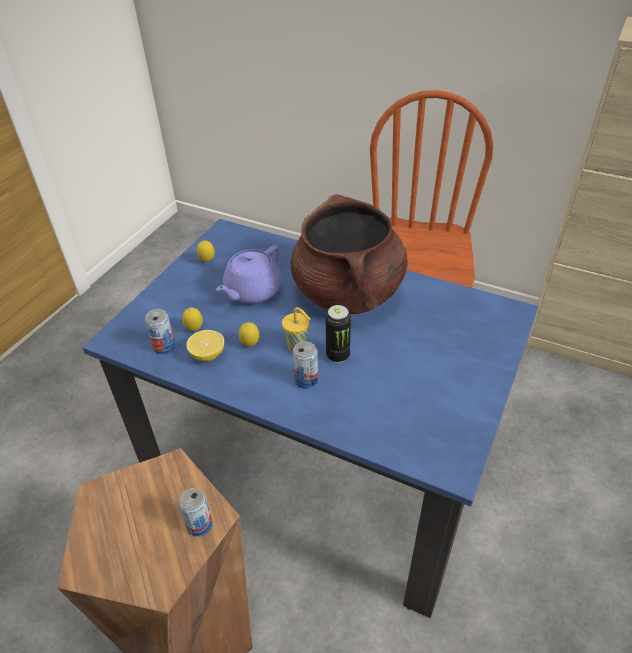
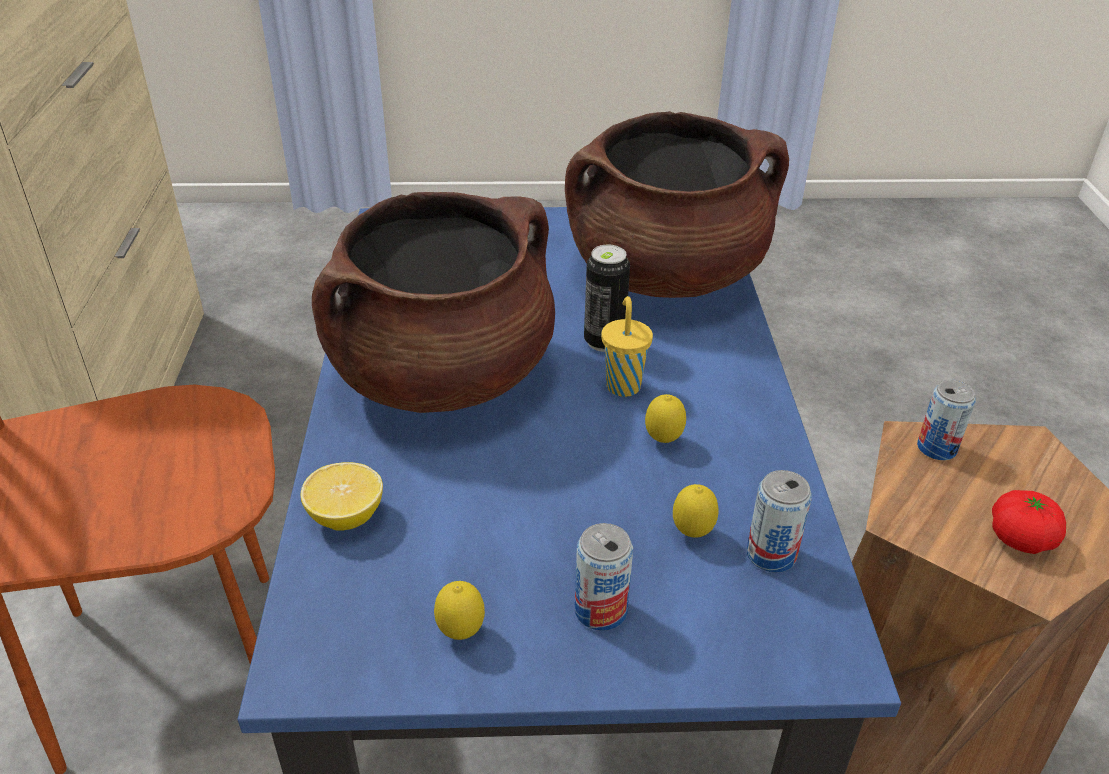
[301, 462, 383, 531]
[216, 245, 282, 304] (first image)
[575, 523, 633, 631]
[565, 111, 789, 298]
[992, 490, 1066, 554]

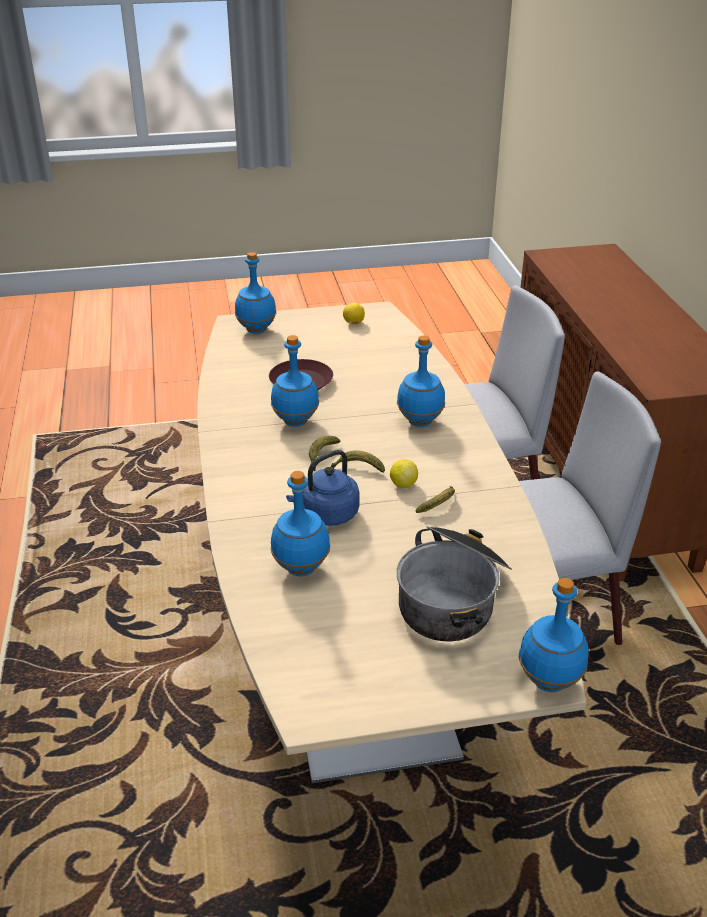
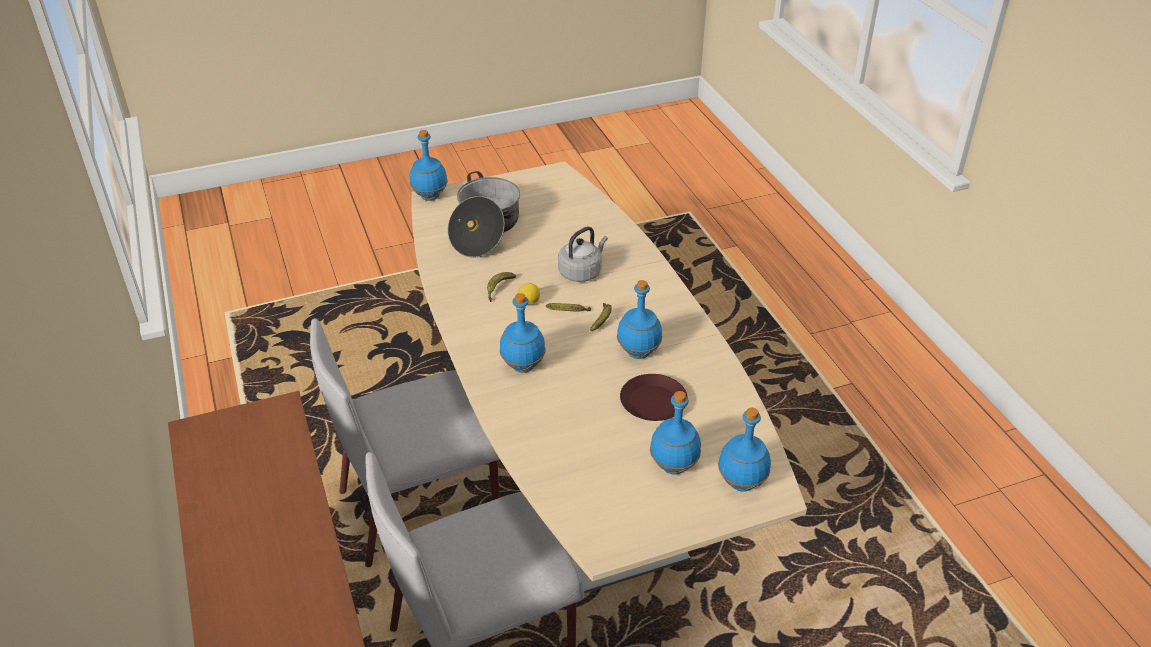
[650, 391, 701, 475]
[558, 226, 608, 282]
[343, 303, 365, 324] (first image)

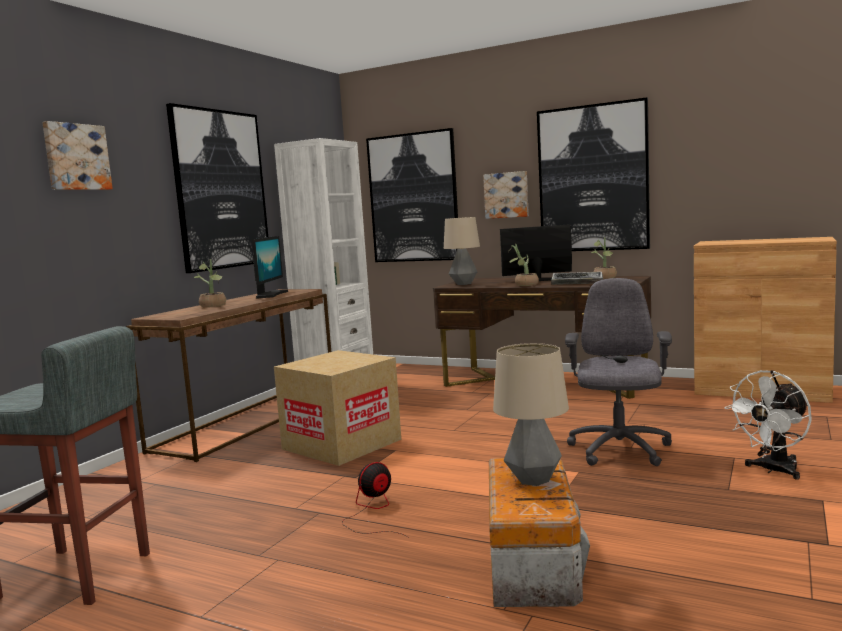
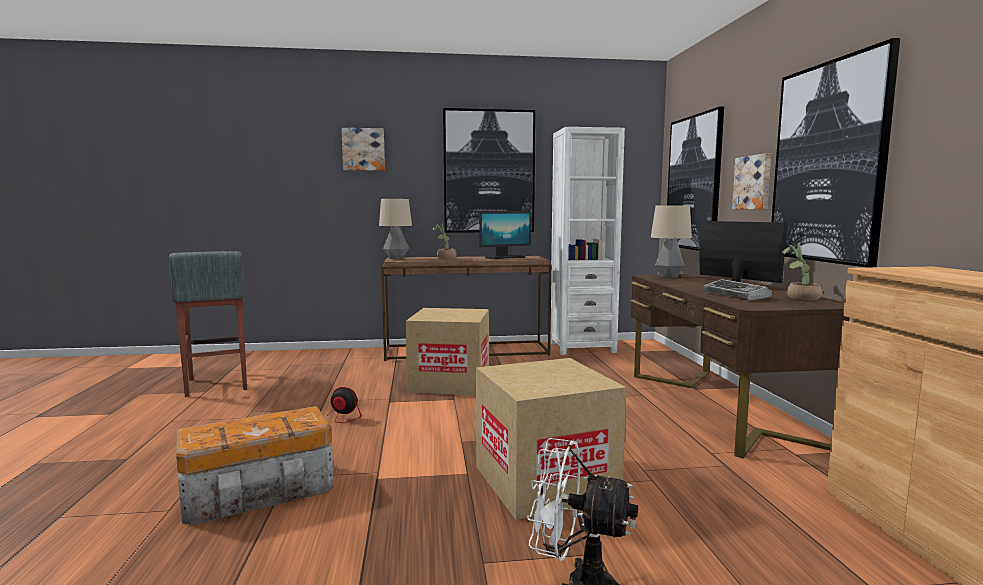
[379, 199, 412, 259]
[508, 244, 539, 286] (first image)
[476, 358, 626, 520]

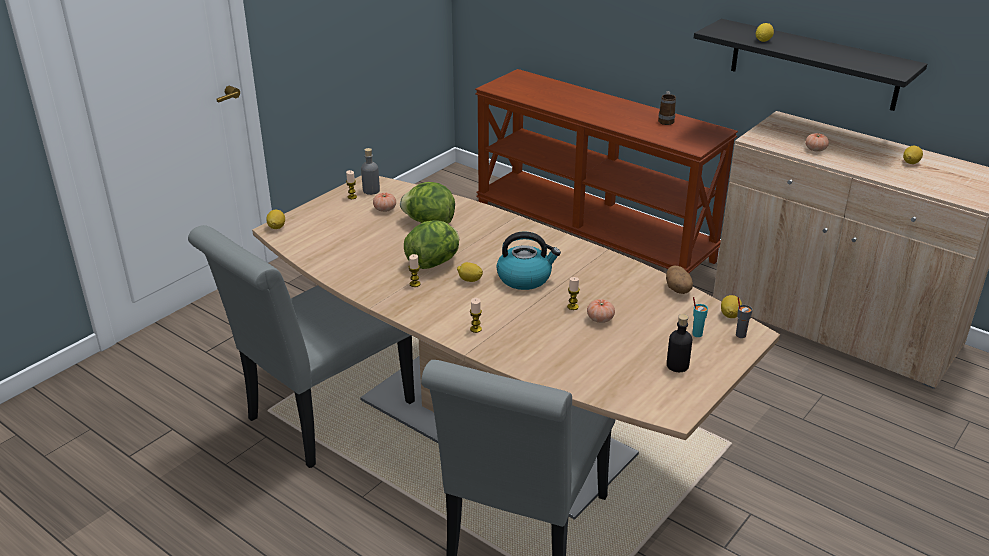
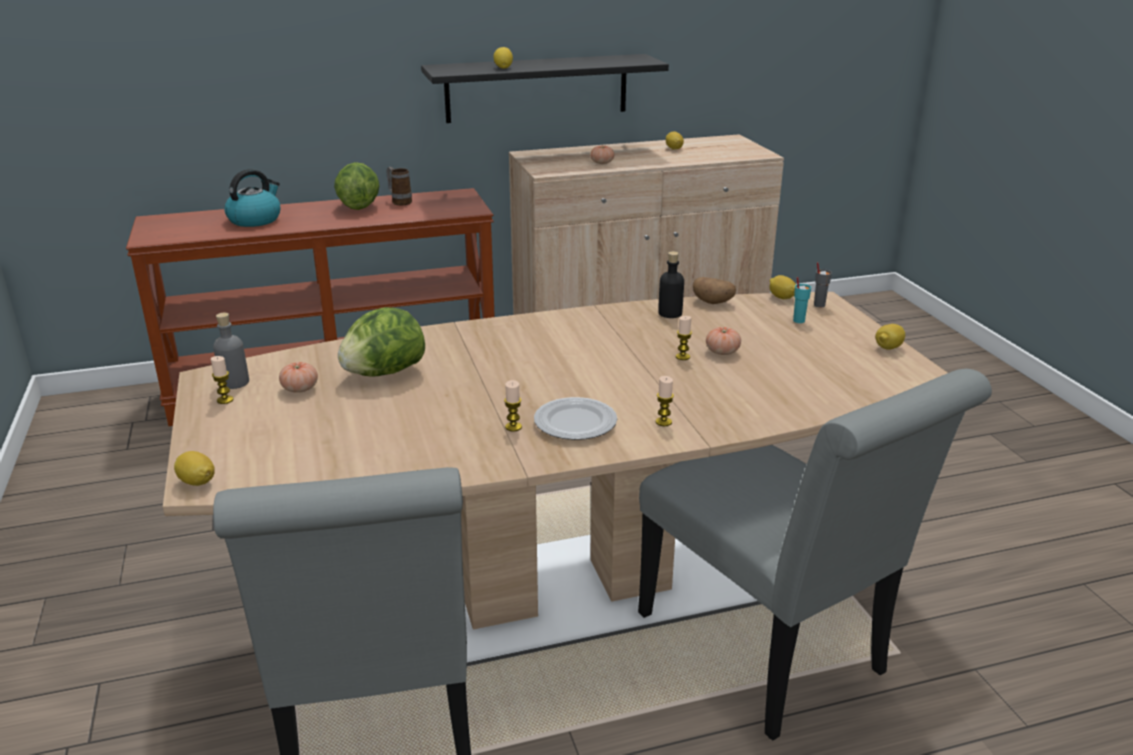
[334, 162, 380, 210]
[875, 324, 905, 350]
[225, 169, 280, 227]
[658, 251, 684, 318]
[534, 397, 617, 440]

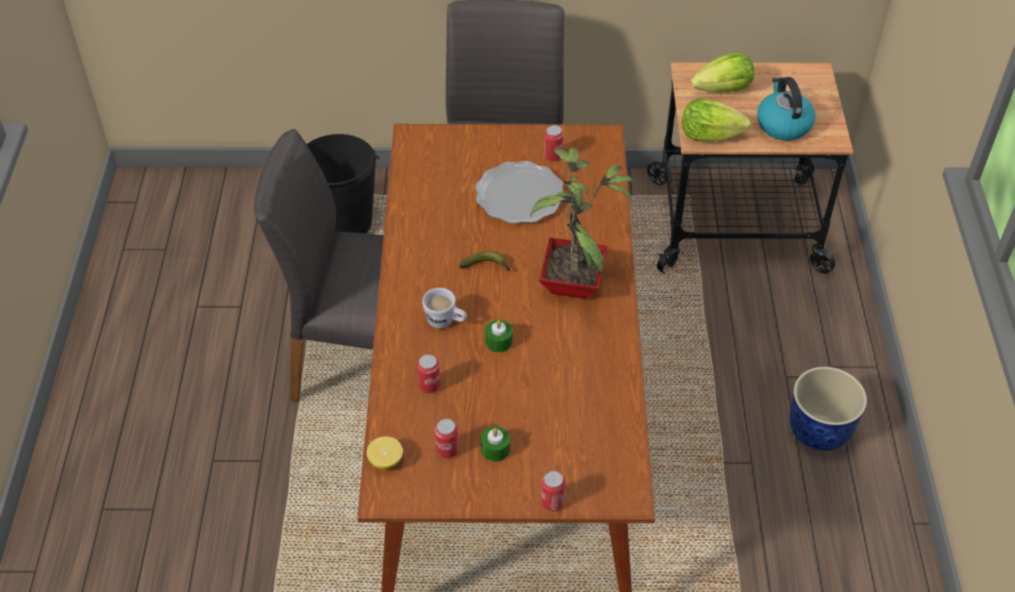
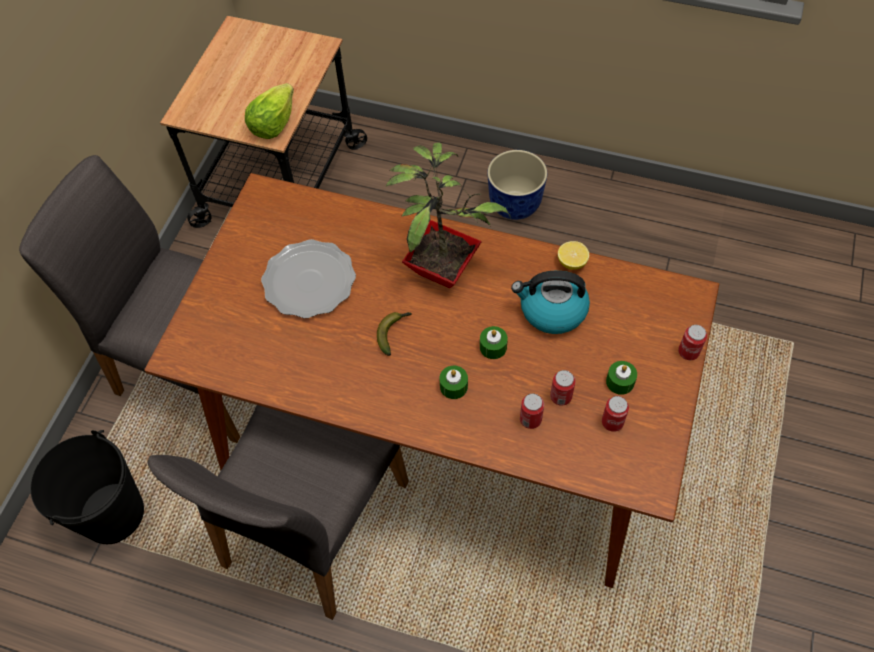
[558, 241, 589, 270]
[440, 366, 468, 399]
[550, 370, 576, 406]
[691, 53, 754, 92] (first image)
[511, 271, 590, 334]

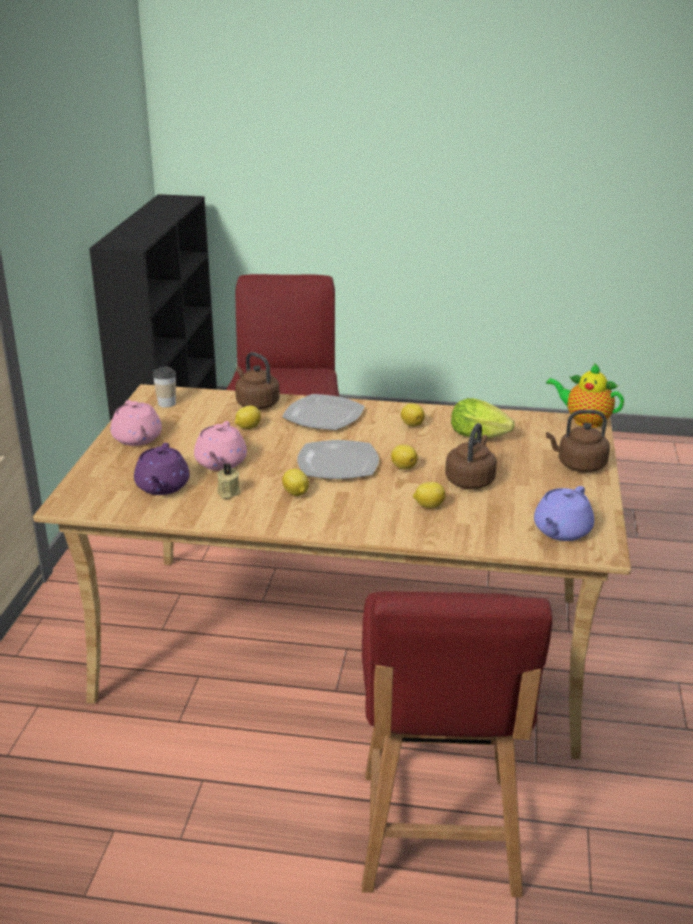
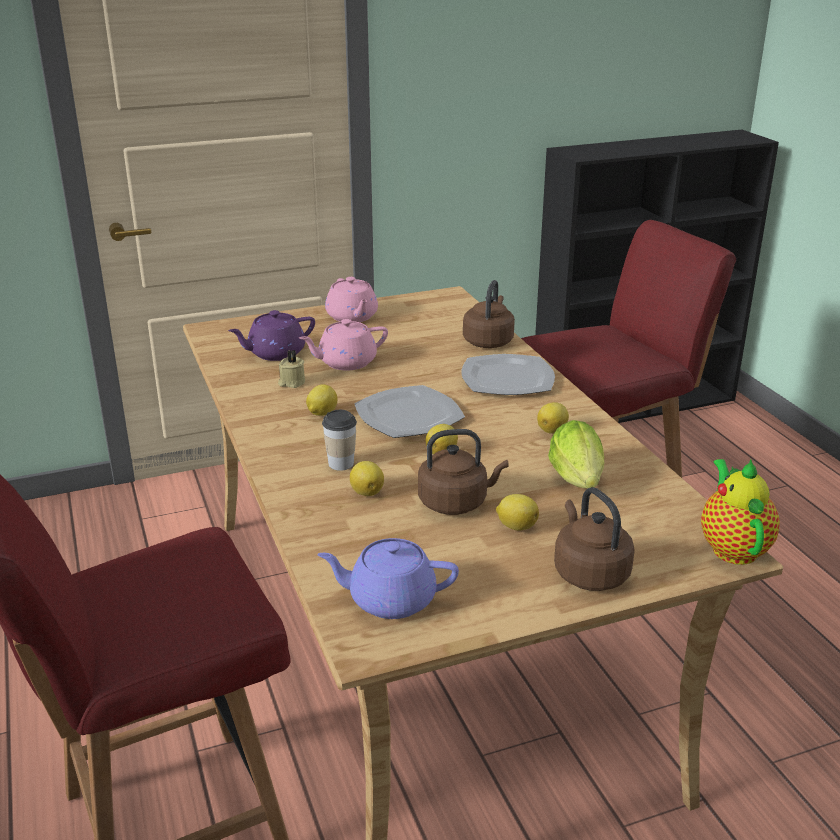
[325, 277, 378, 322]
[322, 410, 357, 471]
[496, 494, 539, 531]

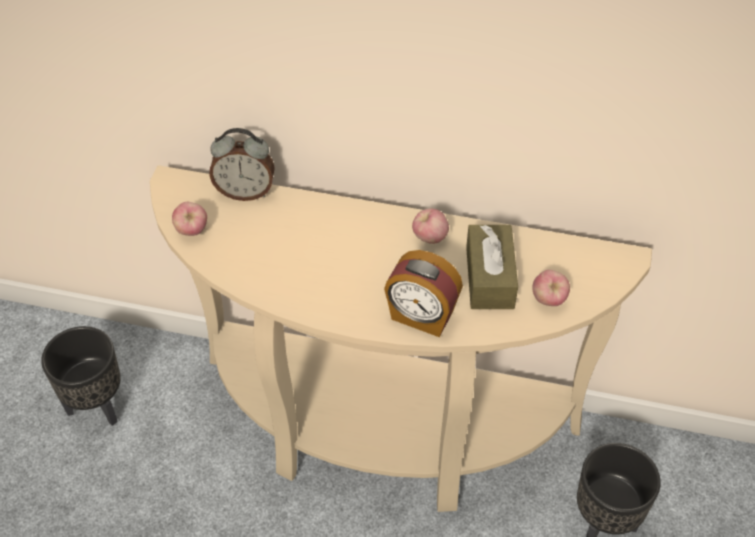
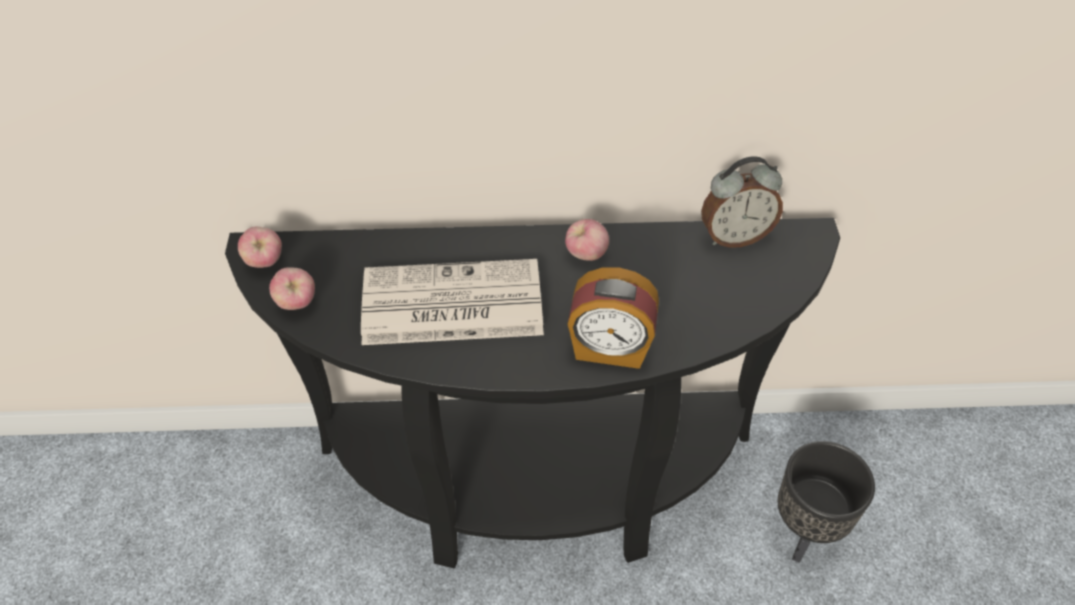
[41, 326, 121, 426] (first image)
[225, 218, 840, 569]
[701, 156, 783, 248]
[466, 225, 518, 309] (first image)
[238, 226, 282, 268]
[361, 259, 544, 345]

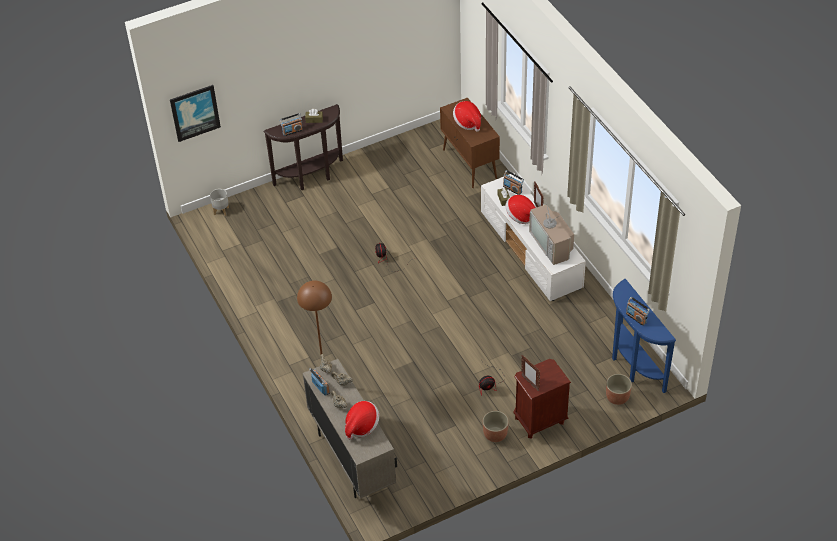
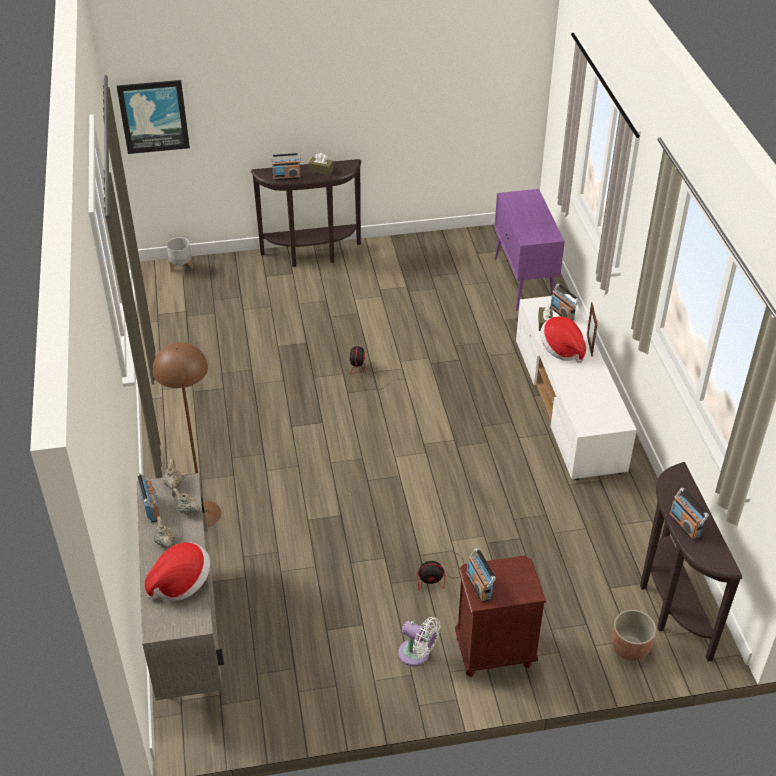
[495, 189, 565, 311]
[453, 101, 481, 132] (first image)
[398, 617, 440, 667]
[466, 548, 496, 603]
[529, 196, 574, 265] (first image)
[640, 462, 742, 661]

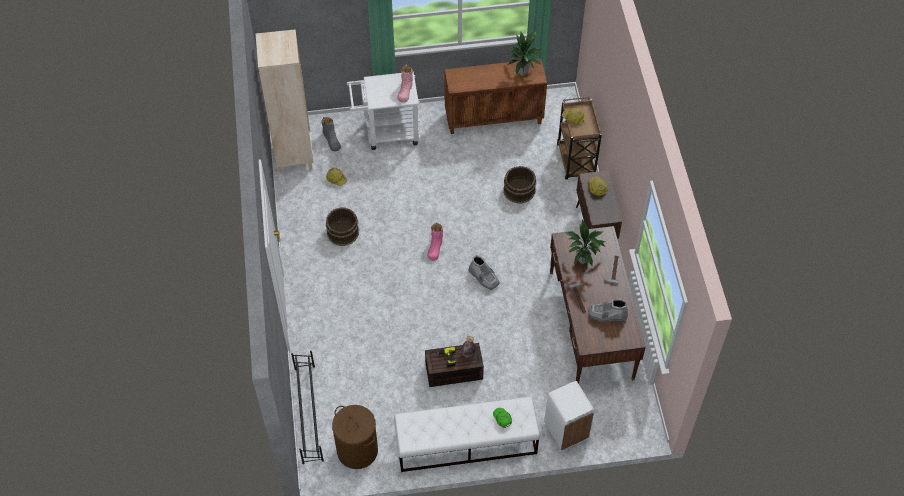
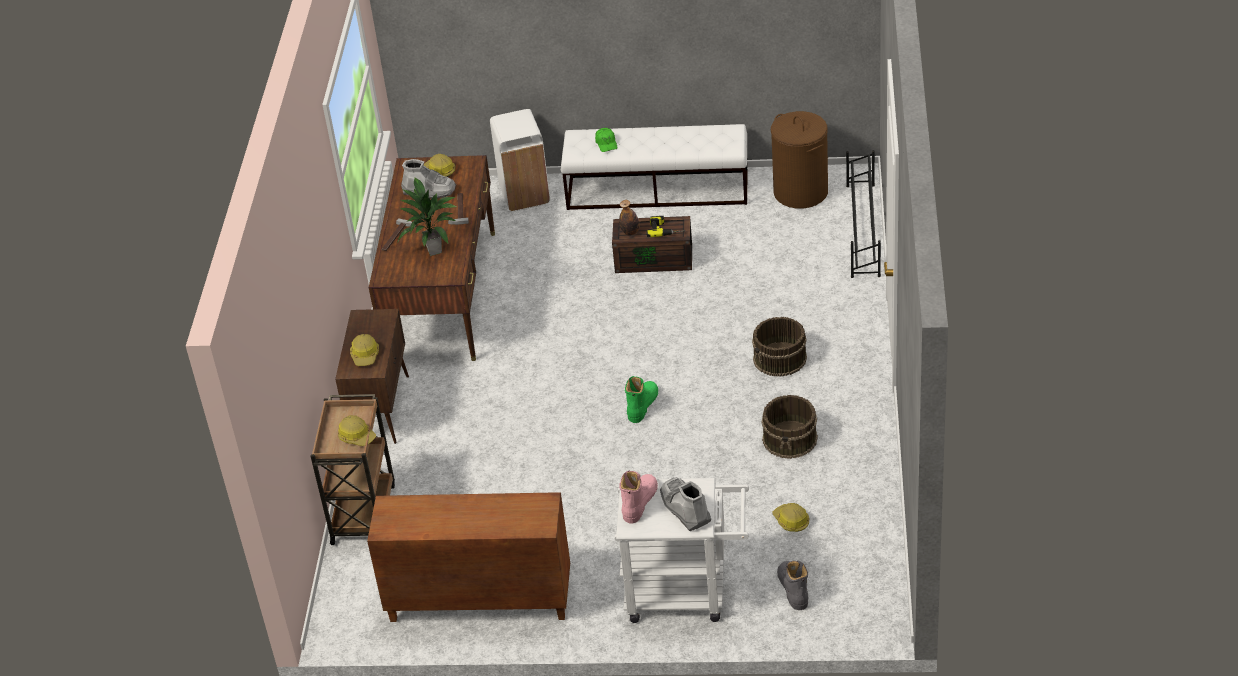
[256, 30, 314, 174] (first image)
[625, 376, 658, 423]
[660, 477, 711, 531]
[752, 317, 807, 377]
[506, 32, 544, 76] (first image)
[424, 154, 455, 177]

